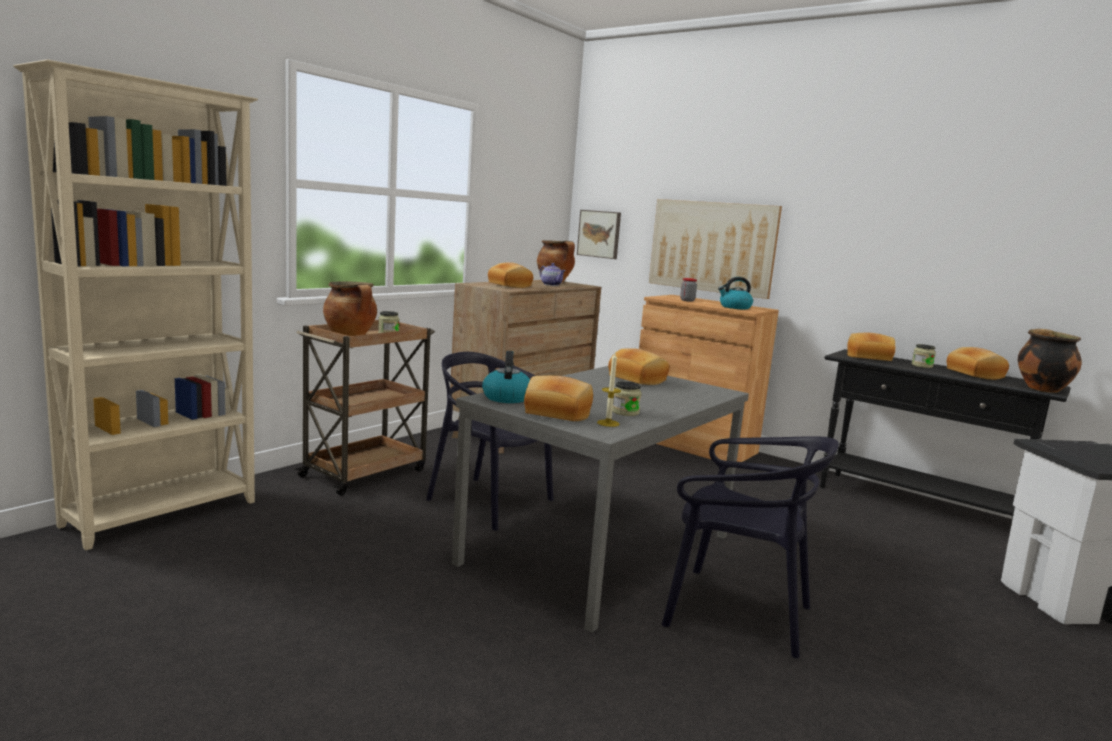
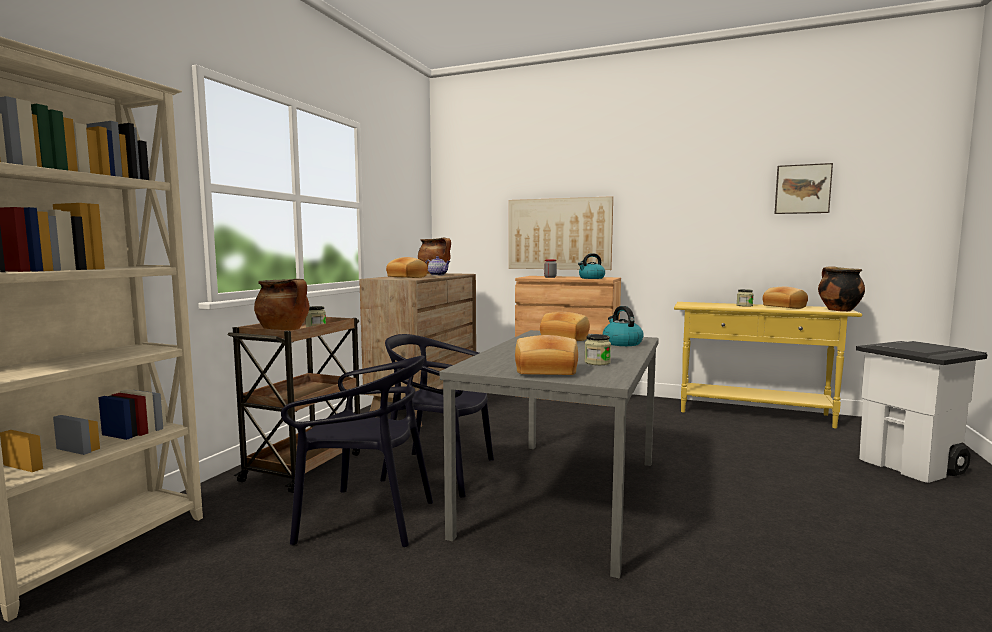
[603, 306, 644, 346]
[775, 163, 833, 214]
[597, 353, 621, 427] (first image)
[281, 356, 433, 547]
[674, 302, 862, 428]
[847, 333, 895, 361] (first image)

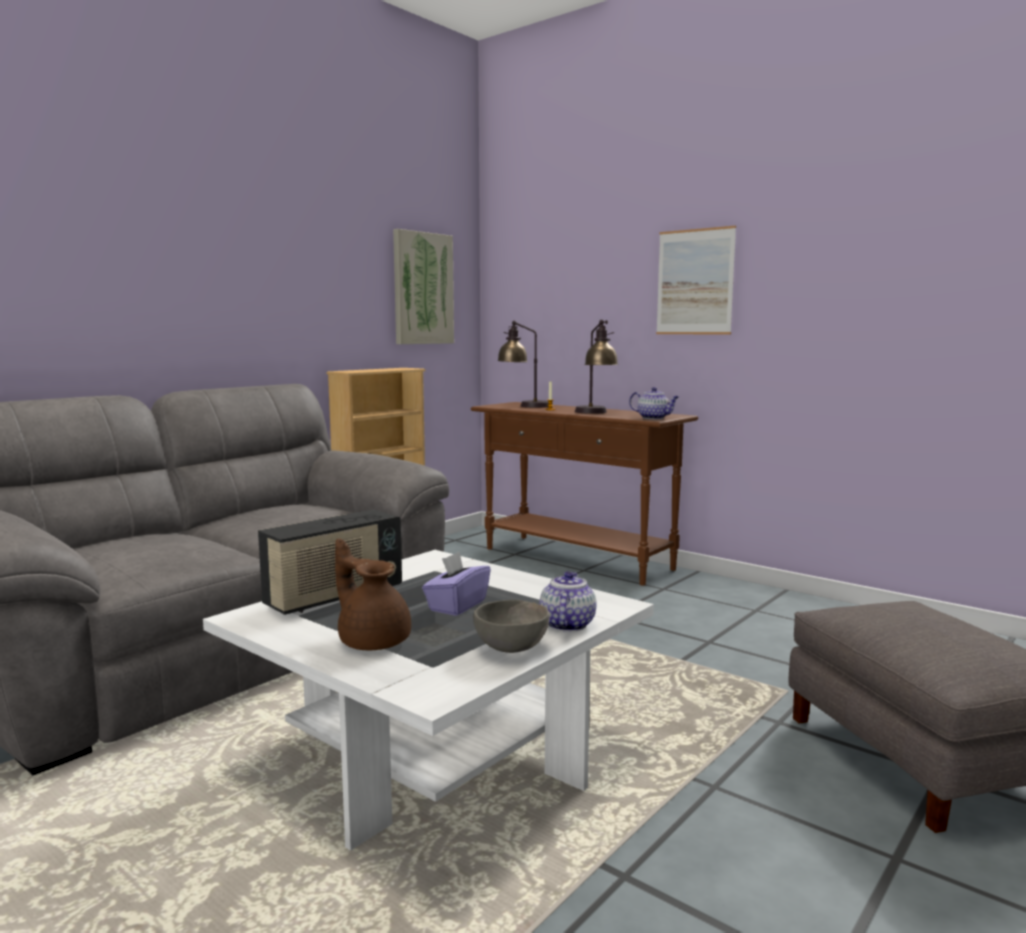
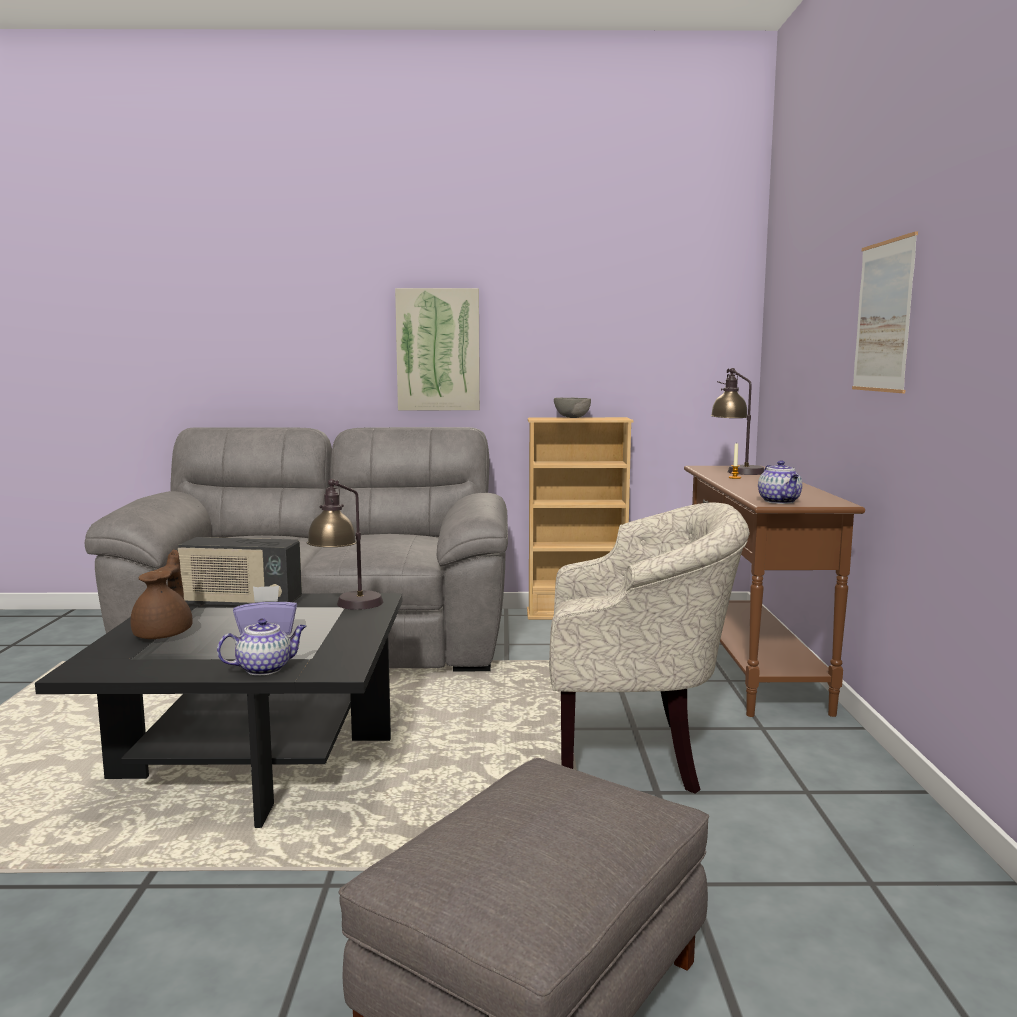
[35, 593, 402, 828]
[395, 288, 480, 410]
[554, 398, 591, 418]
[307, 479, 383, 610]
[549, 503, 750, 793]

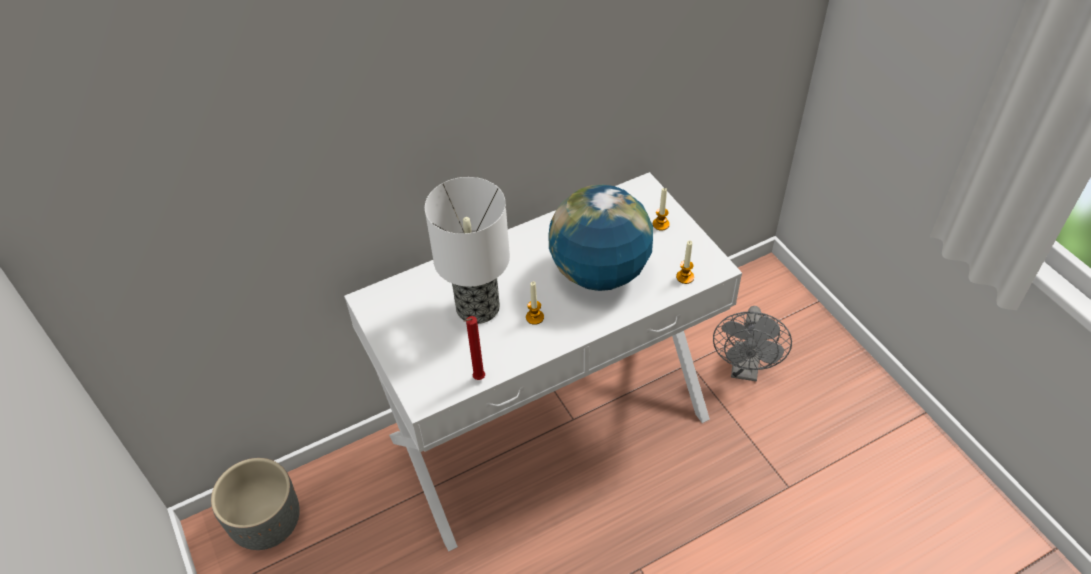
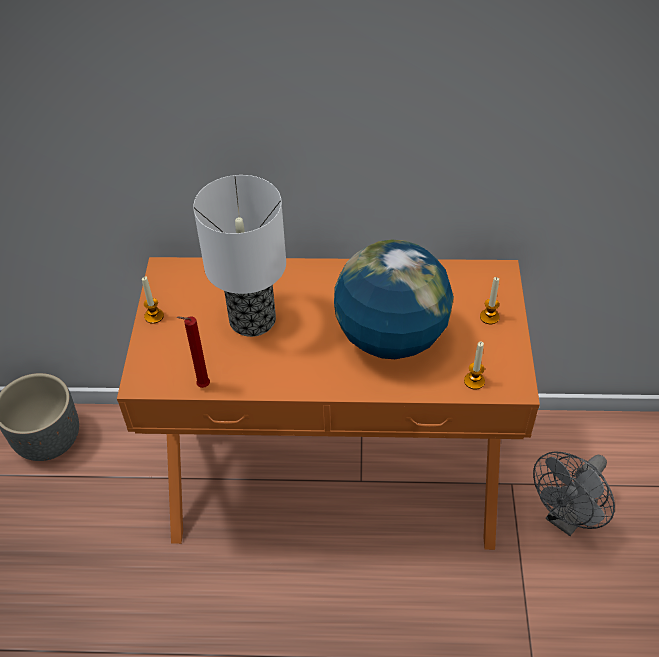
[117, 257, 540, 550]
[142, 276, 164, 324]

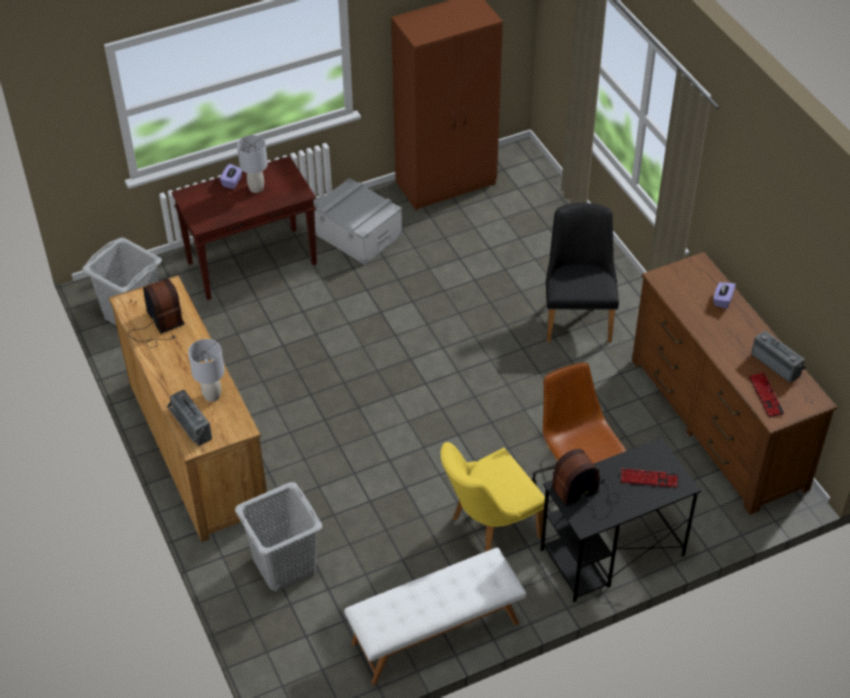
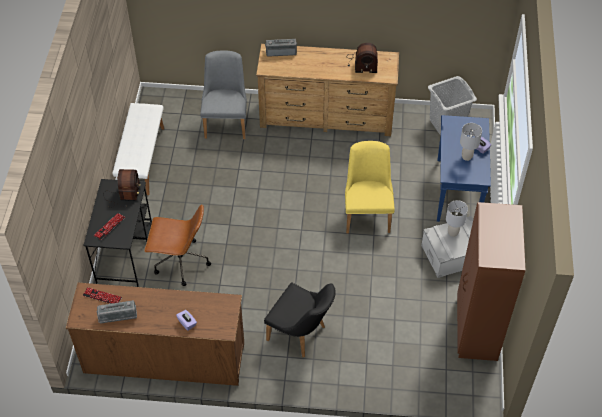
[437, 115, 491, 222]
[446, 200, 468, 237]
[200, 51, 247, 139]
[345, 141, 395, 233]

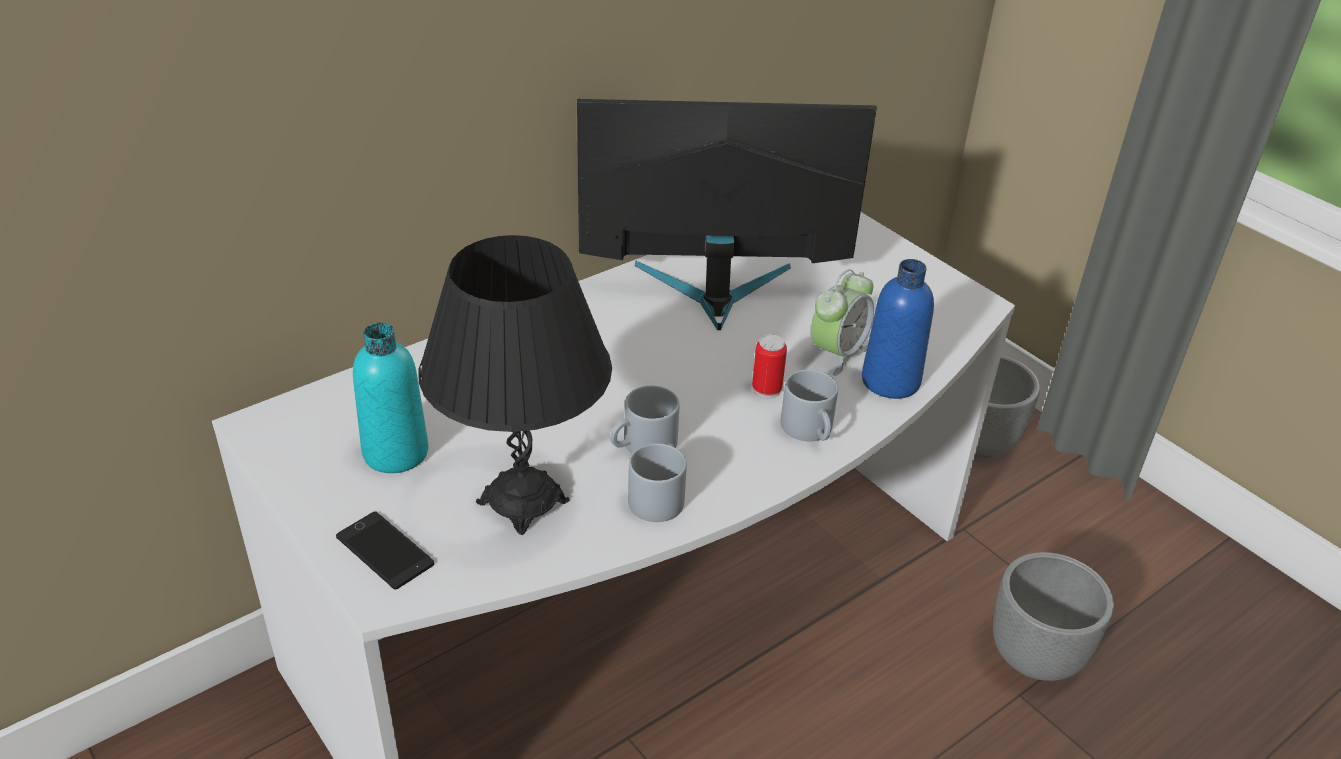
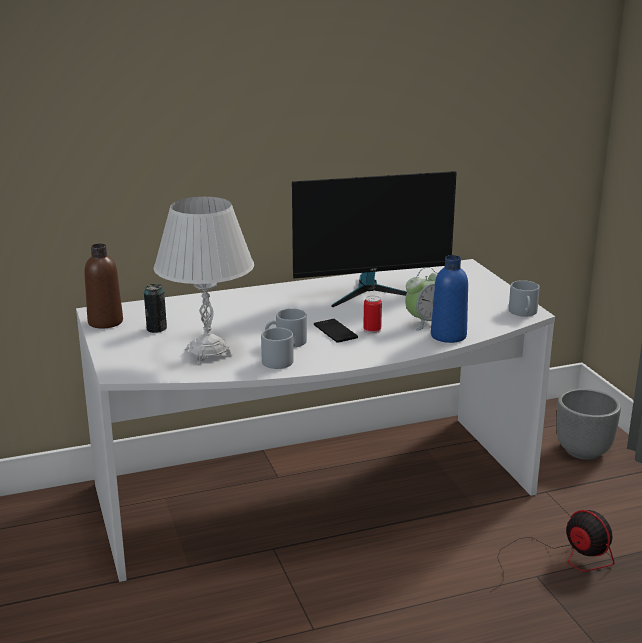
[314, 319, 358, 343]
[144, 284, 167, 333]
[154, 197, 254, 363]
[292, 171, 457, 307]
[509, 280, 540, 317]
[490, 510, 615, 592]
[84, 244, 123, 328]

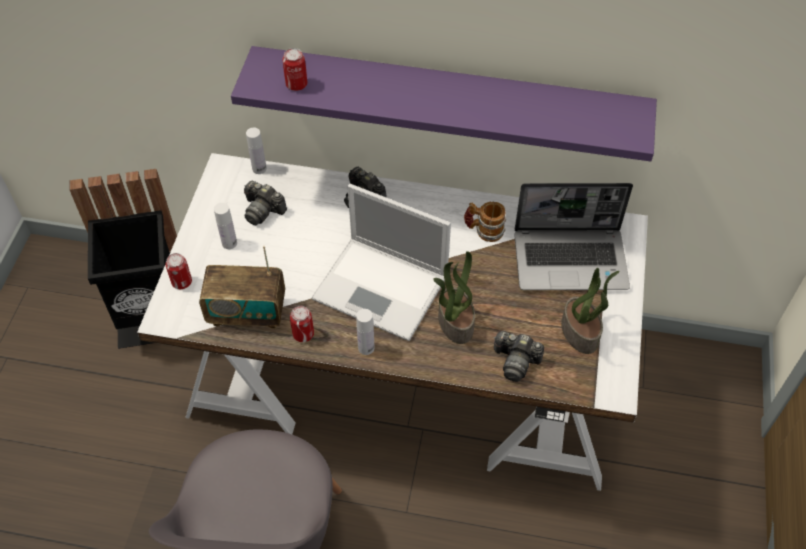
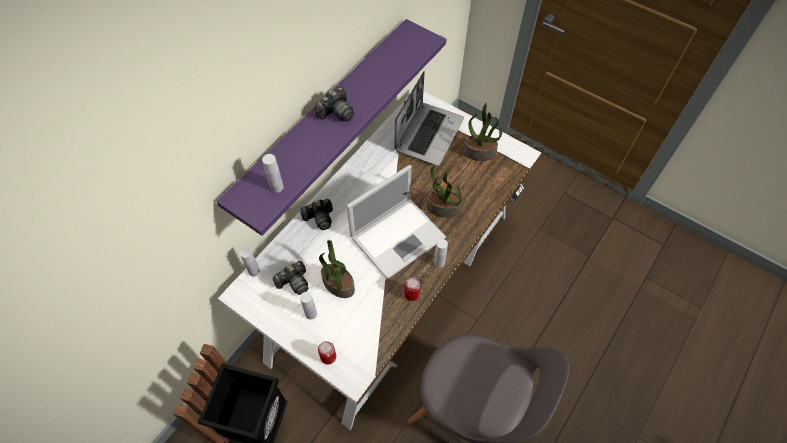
[199, 246, 285, 329] (first image)
[262, 154, 284, 193]
[464, 201, 506, 242] (first image)
[315, 87, 354, 122]
[319, 240, 355, 298]

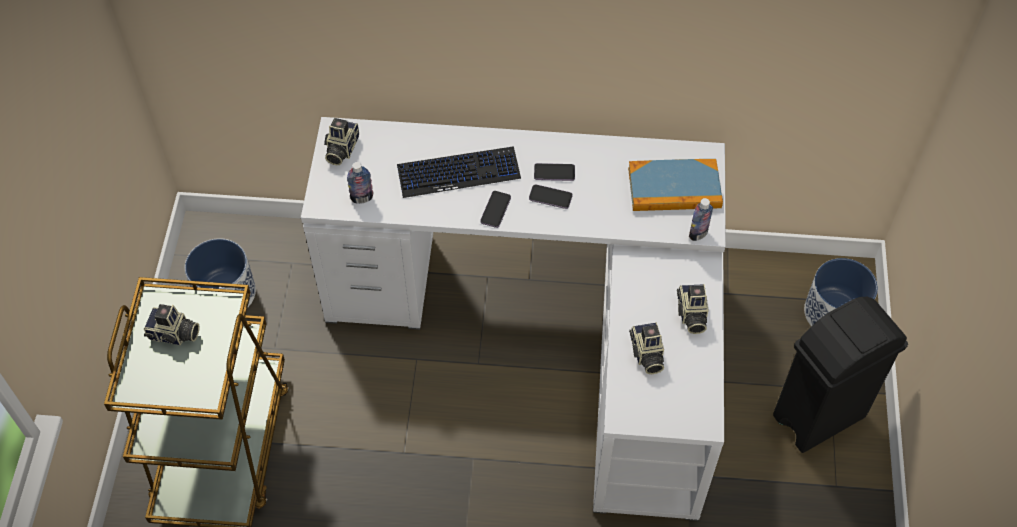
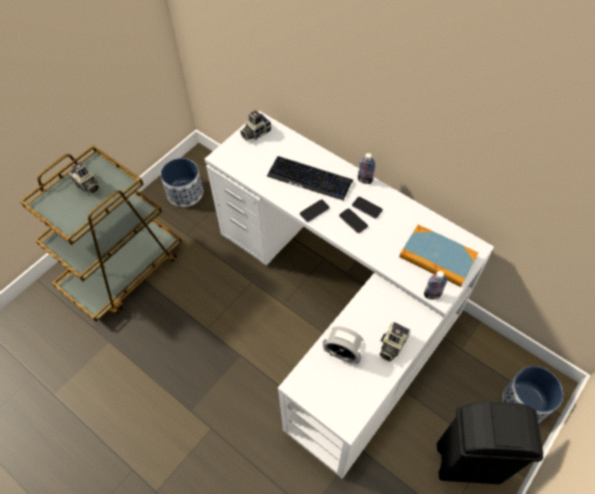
[358, 153, 375, 184]
[323, 326, 366, 364]

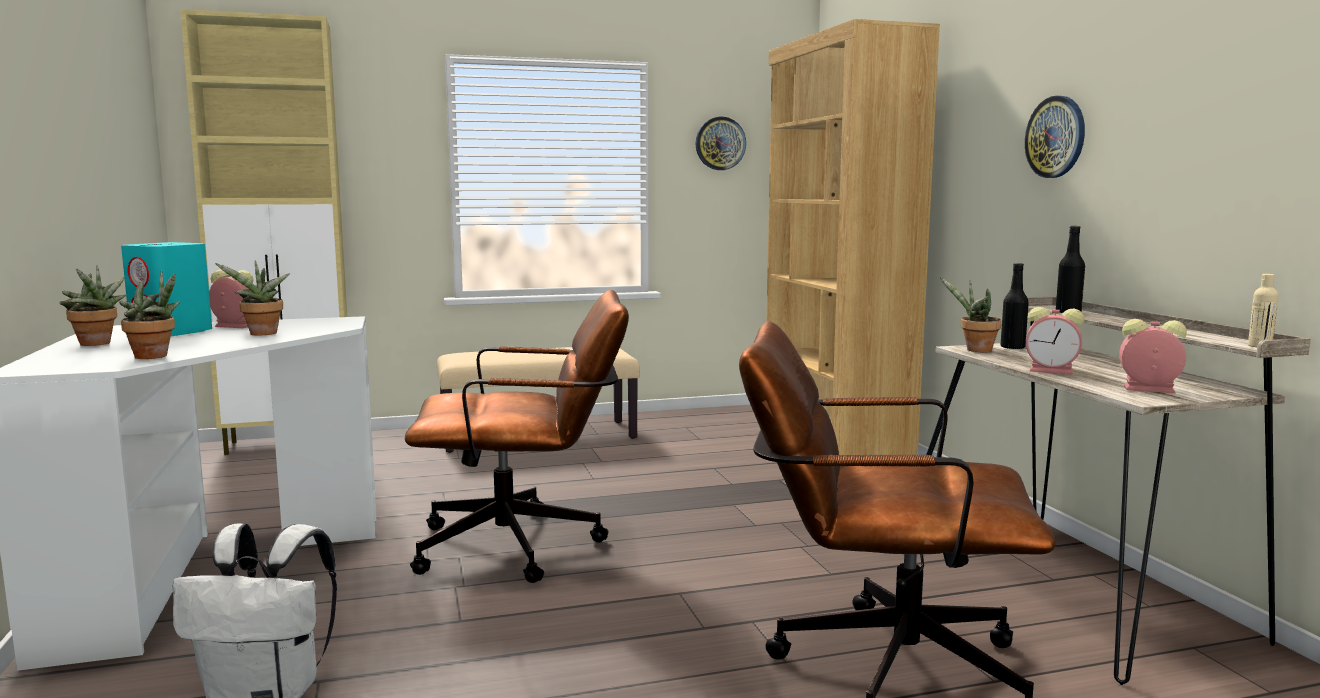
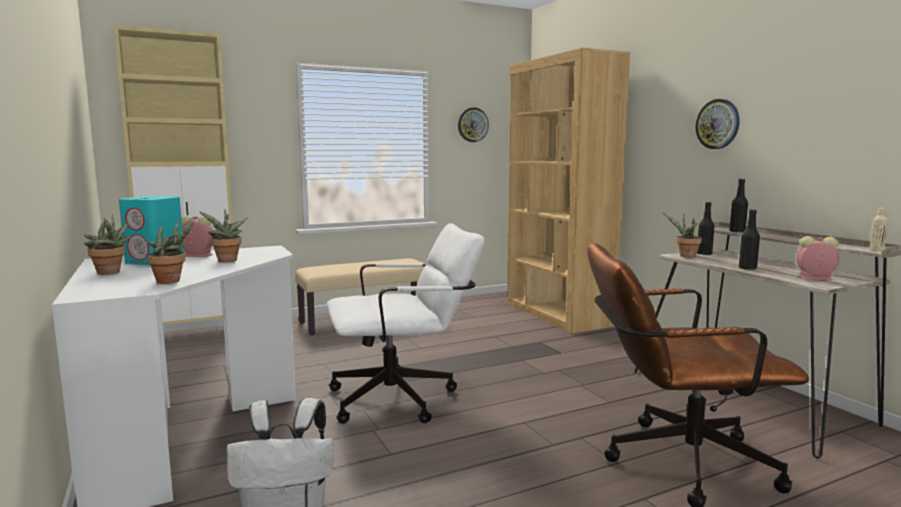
[327, 223, 485, 424]
[739, 209, 760, 270]

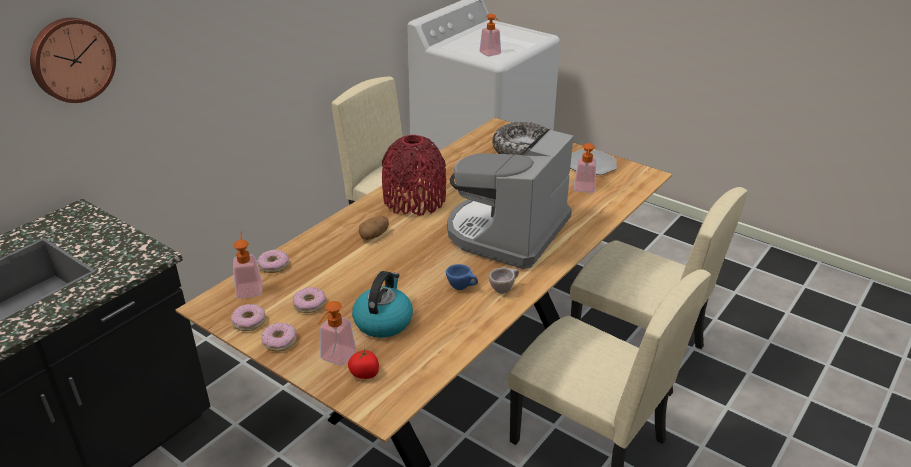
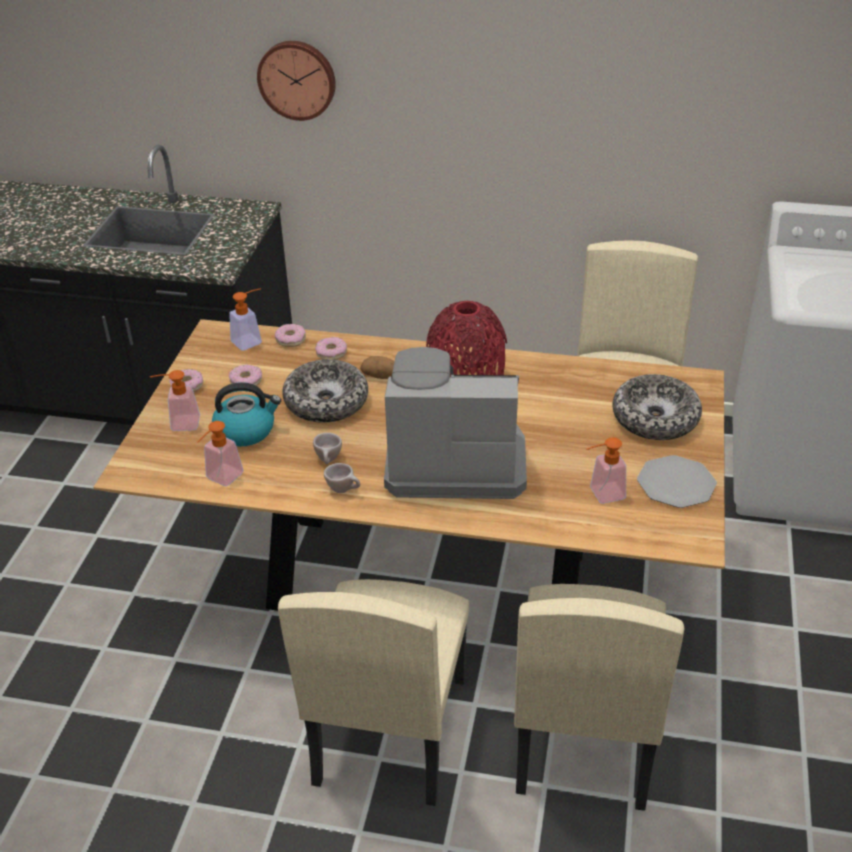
[315, 337, 347, 360]
[348, 348, 379, 379] (first image)
[313, 433, 342, 464]
[197, 421, 244, 486]
[282, 359, 368, 423]

